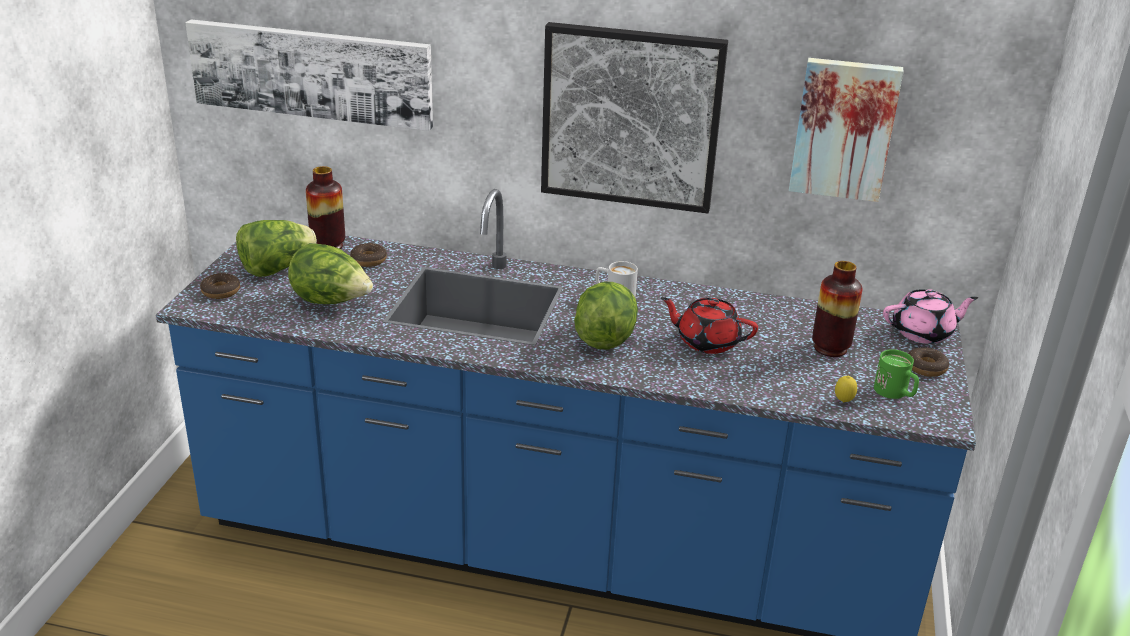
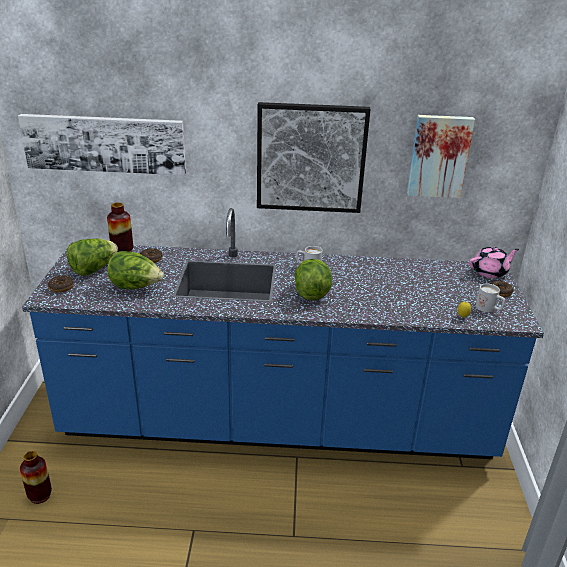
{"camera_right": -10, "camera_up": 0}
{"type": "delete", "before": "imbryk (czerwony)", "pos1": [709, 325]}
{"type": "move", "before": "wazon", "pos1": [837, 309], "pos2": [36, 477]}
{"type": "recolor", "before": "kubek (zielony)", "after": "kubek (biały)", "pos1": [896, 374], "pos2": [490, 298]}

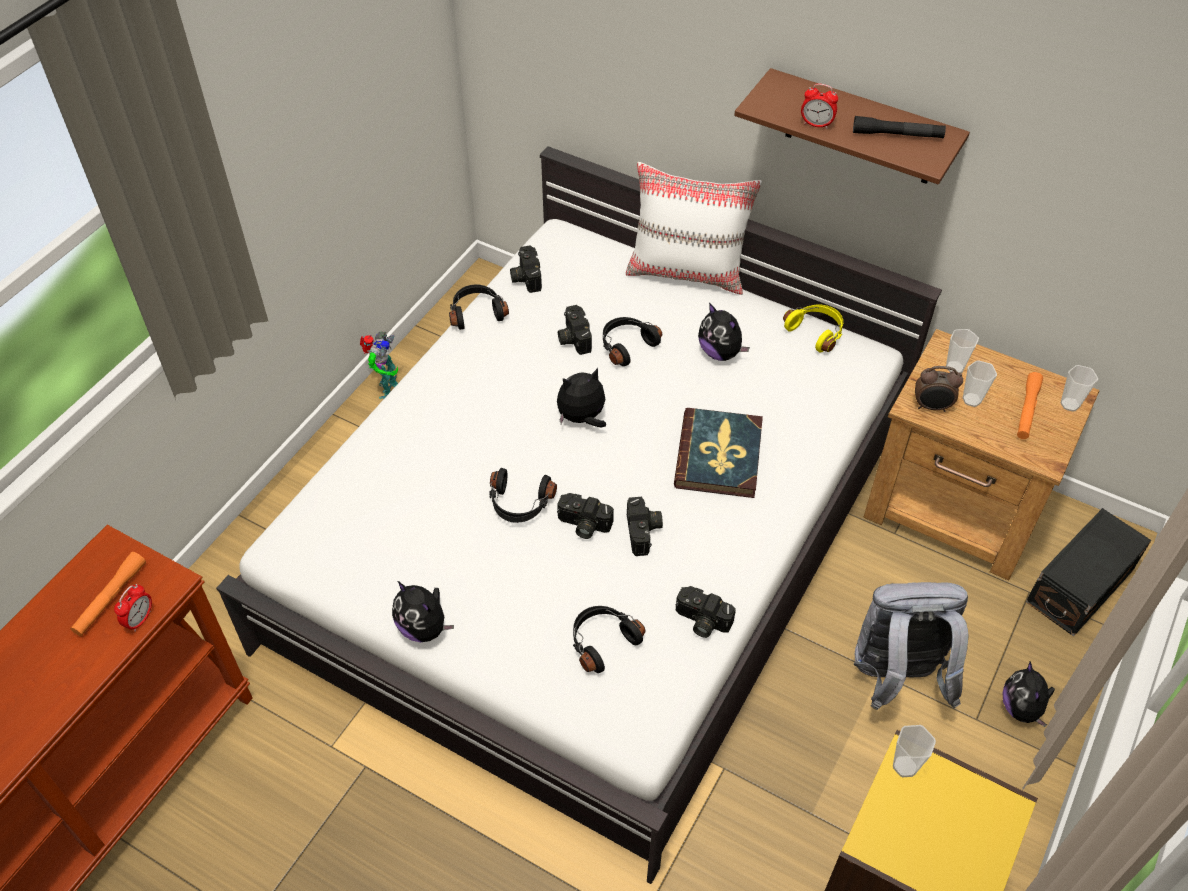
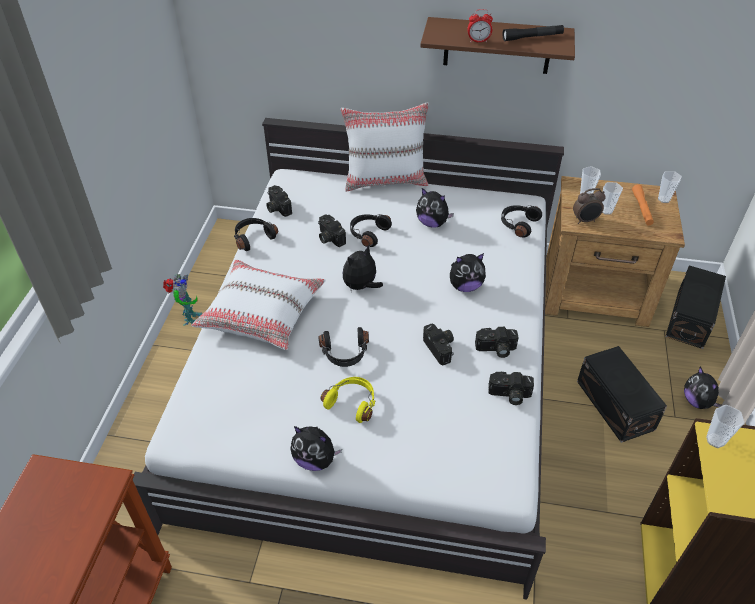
{"camera_right": -20, "camera_up": -5}
{"type": "delete", "before": "latarka (pomarańczowy)", "pos1": [108, 594]}
{"type": "delete", "before": "budzik", "pos1": [133, 608]}
{"type": "move", "before": "aparat fotograficzny", "pos1": [585, 516], "pos2": [497, 342]}
{"type": "move", "before": "słuchawki (czarny)", "pos1": [609, 639], "pos2": [521, 221]}
{"type": "replace", "before": "książka", "after": "pluszak", "pos1": [718, 453], "pos2": [468, 272]}
{"type": "move", "before": "słuchawki (żółty)", "pos1": [813, 329], "pos2": [347, 400]}
{"type": "replace", "before": "plecak (szary)", "after": "pojemnik do przechowywania (czarny)", "pos1": [911, 646], "pos2": [622, 394]}
{"type": "insert", "after": "poduszka (biały)", "pos2": [258, 304]}

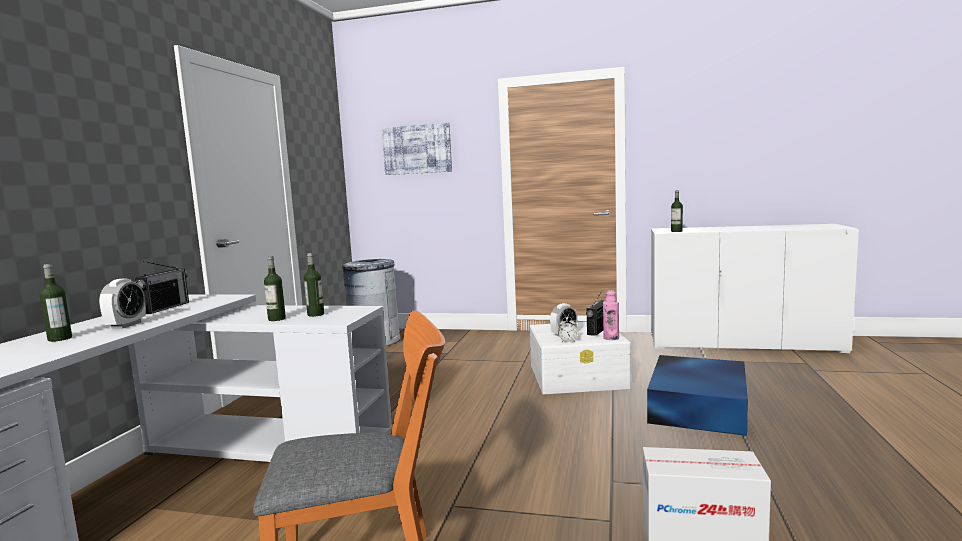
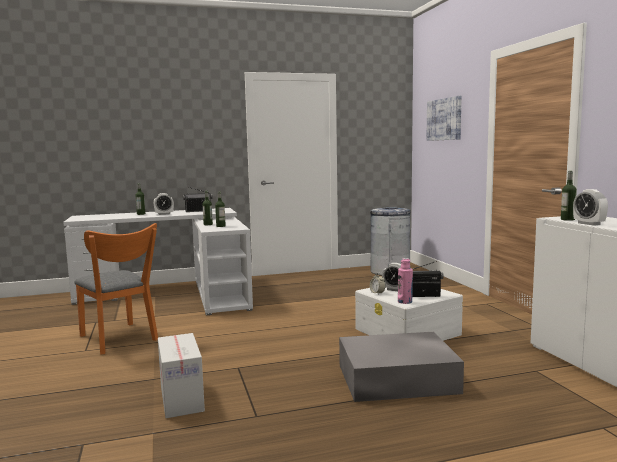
{"camera_right": 60, "camera_up": 0}
{"type": "recolor", "before": "pojemnik do przechowywania (niebieski)", "after": "pojemnik do przechowywania (szary)", "pos1": [697, 395], "pos2": [401, 367]}
{"type": "insert", "after": "budzik", "pos2": [590, 207]}

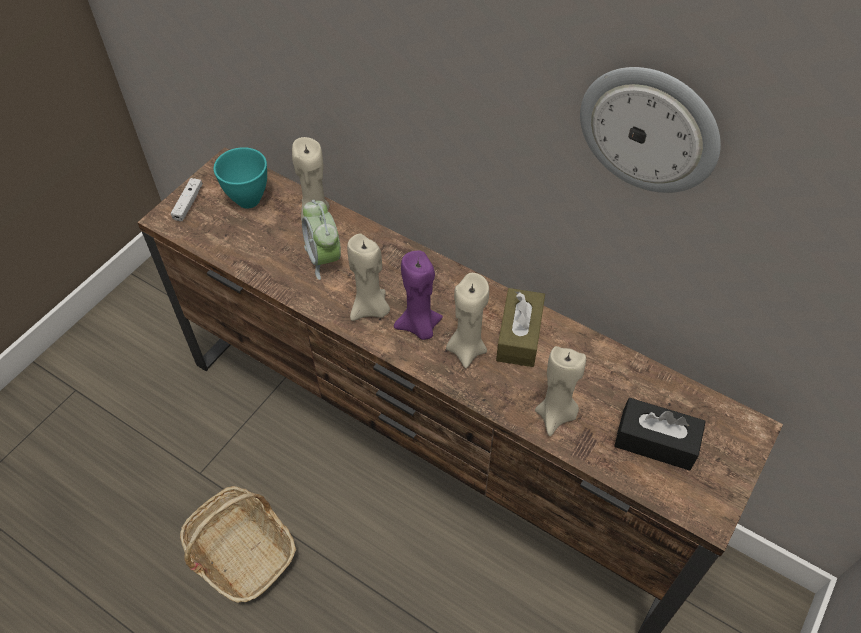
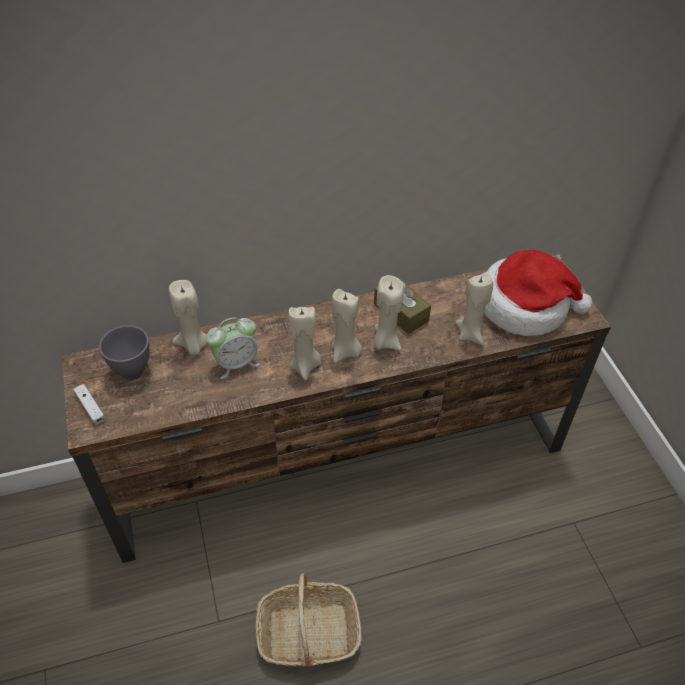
{"camera_right": -50, "camera_up": -5}
{"type": "recolor", "before": "miska (turkusowy)", "after": "miska (szary)", "pos1": [240, 178], "pos2": [124, 352]}
{"type": "rotate", "before": "budzik", "pos1": [321, 240], "pos2": [233, 348], "turn": -45}
{"type": "recolor", "before": "świeca (fioletowy)", "after": "świeca (beżowy)", "pos1": [418, 295], "pos2": [346, 326]}
{"type": "delete", "before": "zegar ścienny", "pos1": [650, 130]}
{"type": "replace", "before": "pudełko chusteczek (czarny)", "after": "kapelusz", "pos1": [660, 434], "pos2": [538, 293]}

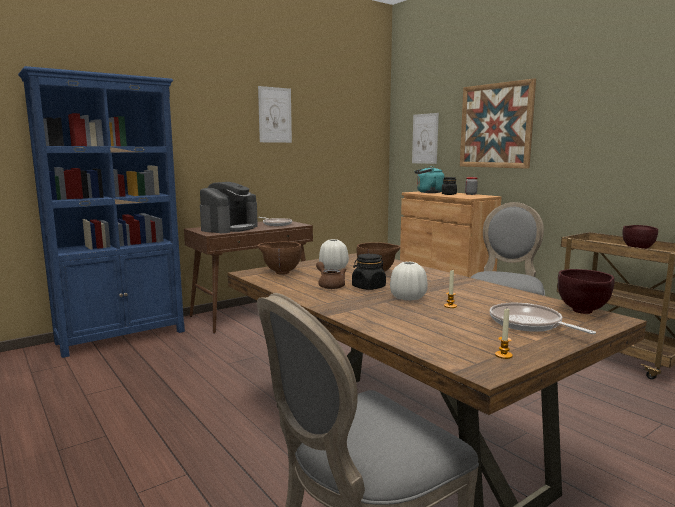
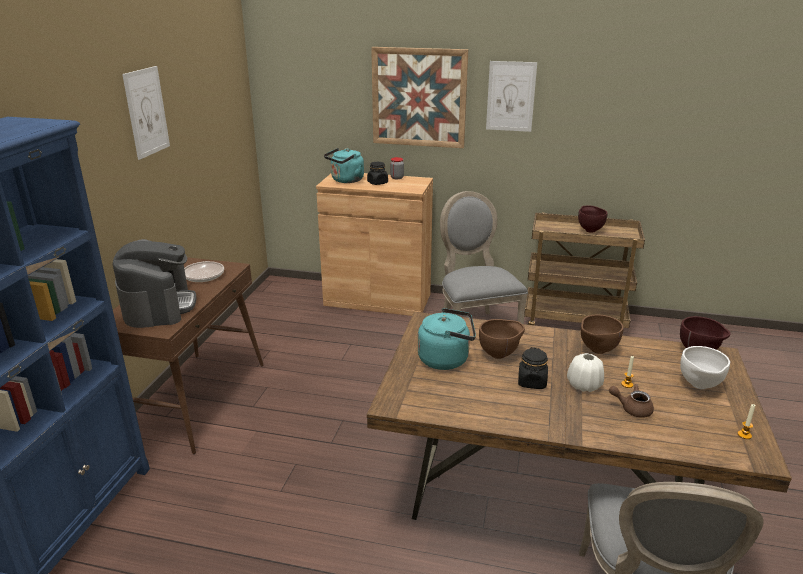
{"camera_right": -40, "camera_up": 15}
{"type": "move", "before": "miska (brązowy)", "pos1": [279, 258], "pos2": [602, 334]}
{"type": "move", "before": "imbryk (brązowy)", "pos1": [331, 275], "pos2": [631, 401]}
{"type": "replace", "before": "wazon (biały)", "after": "czajnik (turkusowy)", "pos1": [334, 254], "pos2": [447, 339]}
{"type": "move", "before": "obraz", "pos1": [425, 138], "pos2": [511, 96]}
{"type": "replace", "before": "patelnia", "after": "miska (biały)", "pos1": [543, 318], "pos2": [705, 367]}

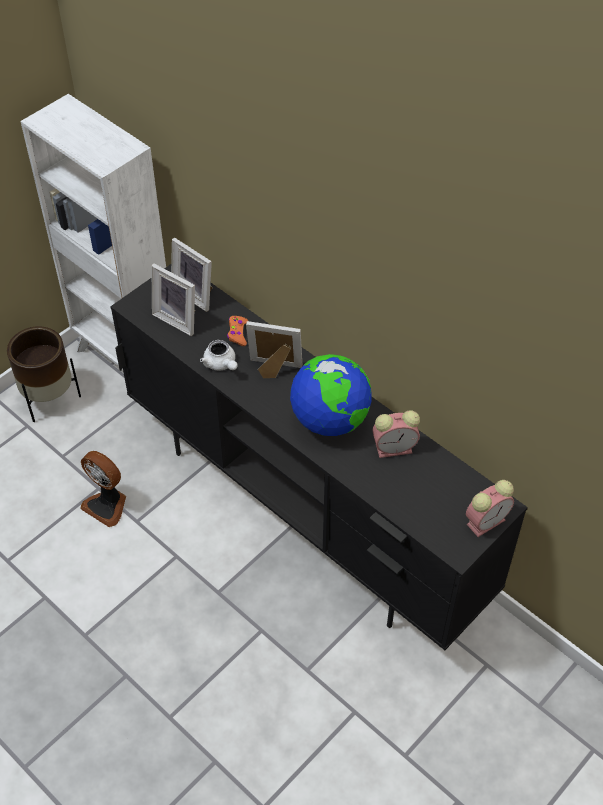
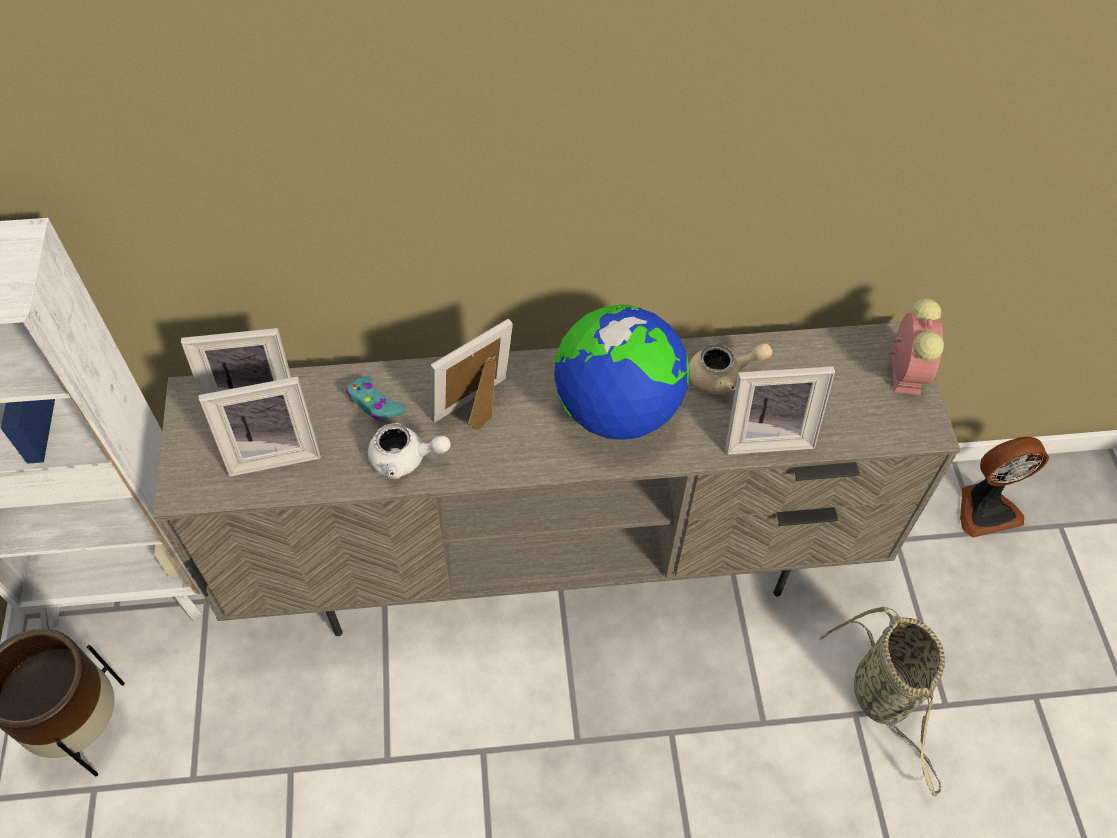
{"camera_right": -50, "camera_up": 5}
{"type": "move", "before": "wentylator", "pos1": [103, 489], "pos2": [1004, 487]}
{"type": "recolor", "before": "szafka pod telewizor (czarny)", "after": "szafka pod telewizor (beżowy)", "pos1": [318, 457], "pos2": [556, 479]}
{"type": "recolor", "before": "pad do gier (pomarańczowy)", "after": "pad do gier (turkusowy)", "pos1": [238, 331], "pos2": [376, 398]}
{"type": "replace", "before": "budzik", "after": "imbryk (beżowy)", "pos1": [396, 434], "pos2": [730, 369]}
{"type": "insert", "after": "ramka na zdjęcie", "pos2": [780, 410]}
{"type": "insert", "after": "koszyk", "pos2": [882, 702]}

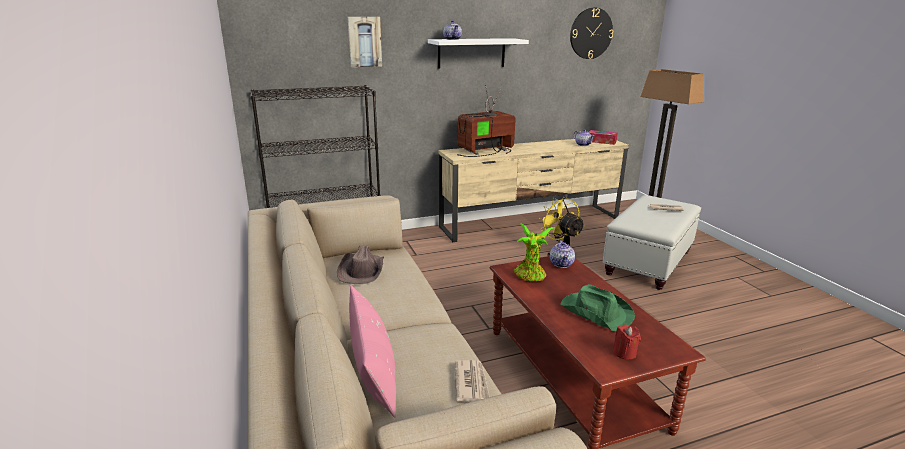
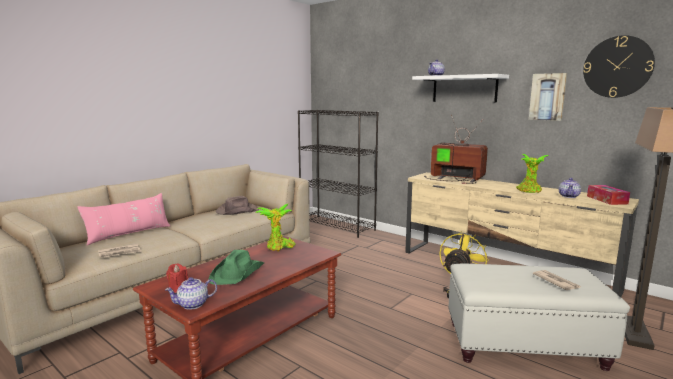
{"camera_right": 60, "camera_up": -10}
{"type": "move", "before": "obraz", "pos1": [365, 42], "pos2": [548, 97]}
{"type": "move", "before": "imbryk", "pos1": [562, 254], "pos2": [191, 293]}
{"type": "insert", "after": "roślina doniczkowa", "pos2": [532, 173]}

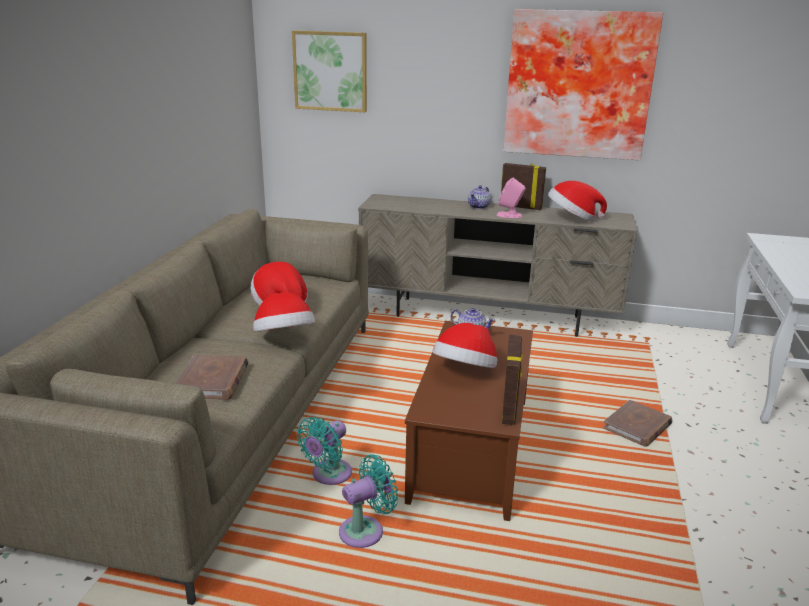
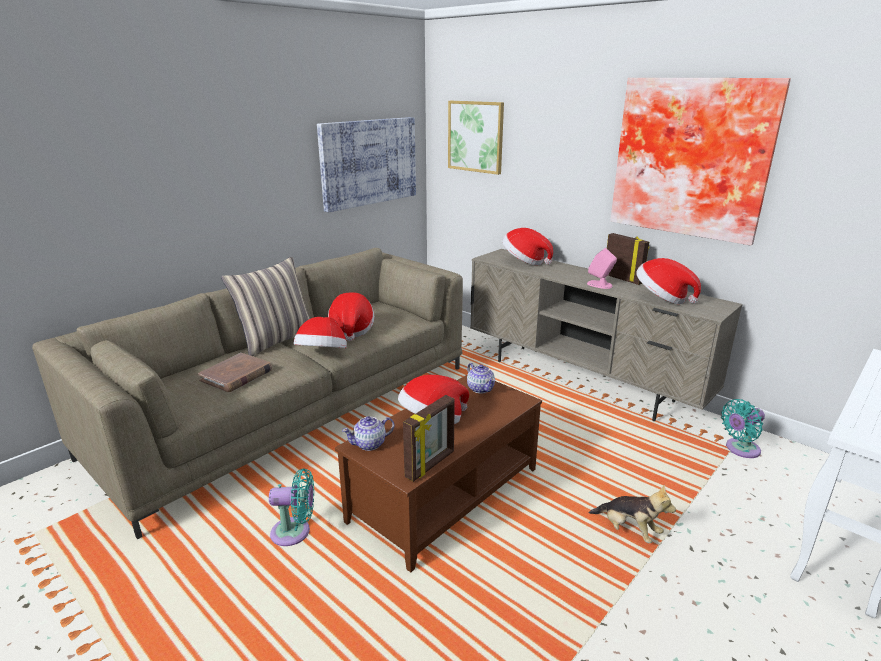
{"camera_right": 30, "camera_up": 0}
{"type": "move", "before": "wentylator (turkusowy)", "pos1": [324, 451], "pos2": [743, 428]}
{"type": "move", "before": "imbryk", "pos1": [479, 197], "pos2": [368, 433]}
{"type": "replace", "before": "książka (brązowy)", "after": "pluszak", "pos1": [638, 423], "pos2": [632, 514]}
{"type": "insert", "after": "poduszka", "pos2": [265, 306]}
{"type": "insert", "after": "obraz", "pos2": [366, 164]}
{"type": "insert", "after": "kapelusz", "pos2": [527, 246]}

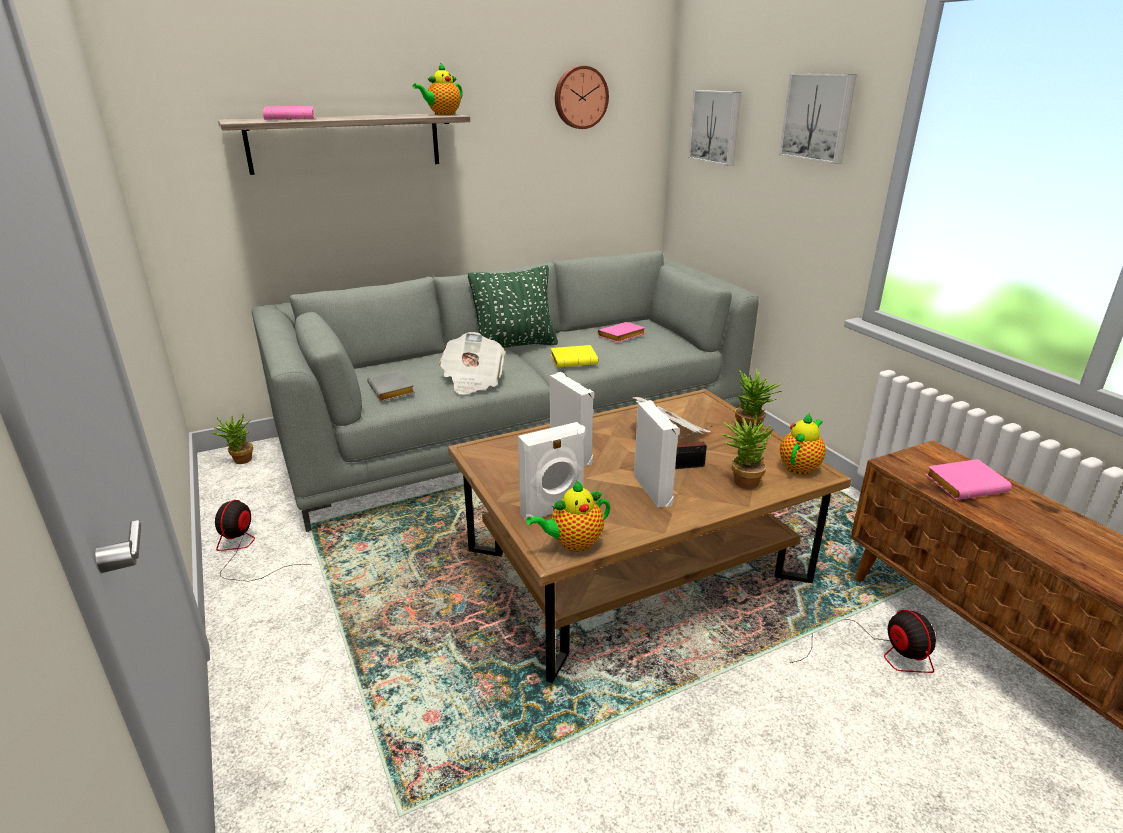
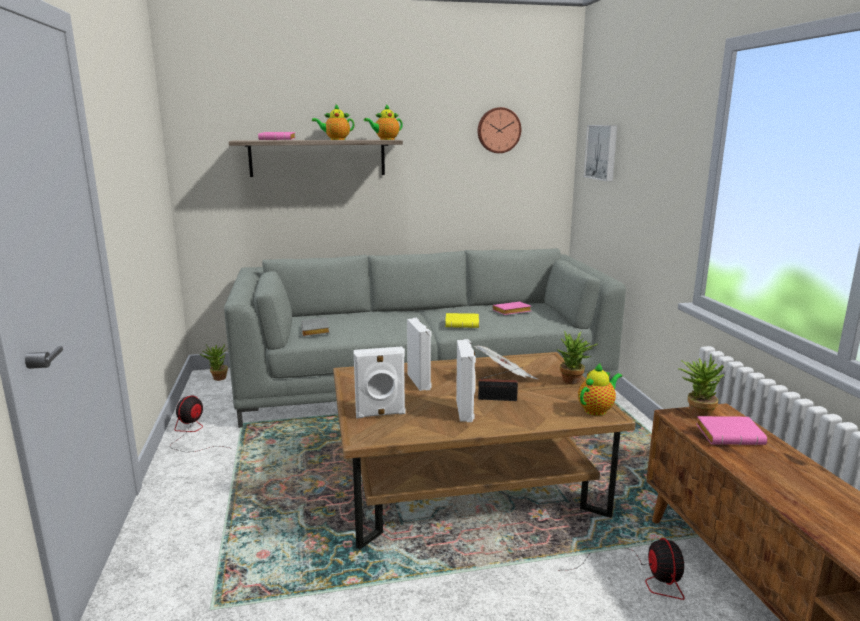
{"camera_right": 15, "camera_up": -10}
{"type": "delete", "before": "gazeta", "pos1": [472, 363]}
{"type": "delete", "before": "poduszka (zielony)", "pos1": [513, 306]}
{"type": "move", "before": "imbryk", "pos1": [568, 516], "pos2": [333, 122]}
{"type": "move", "before": "roślina doniczkowa", "pos1": [747, 450], "pos2": [701, 386]}
{"type": "delete", "before": "obraz", "pos1": [818, 119]}

